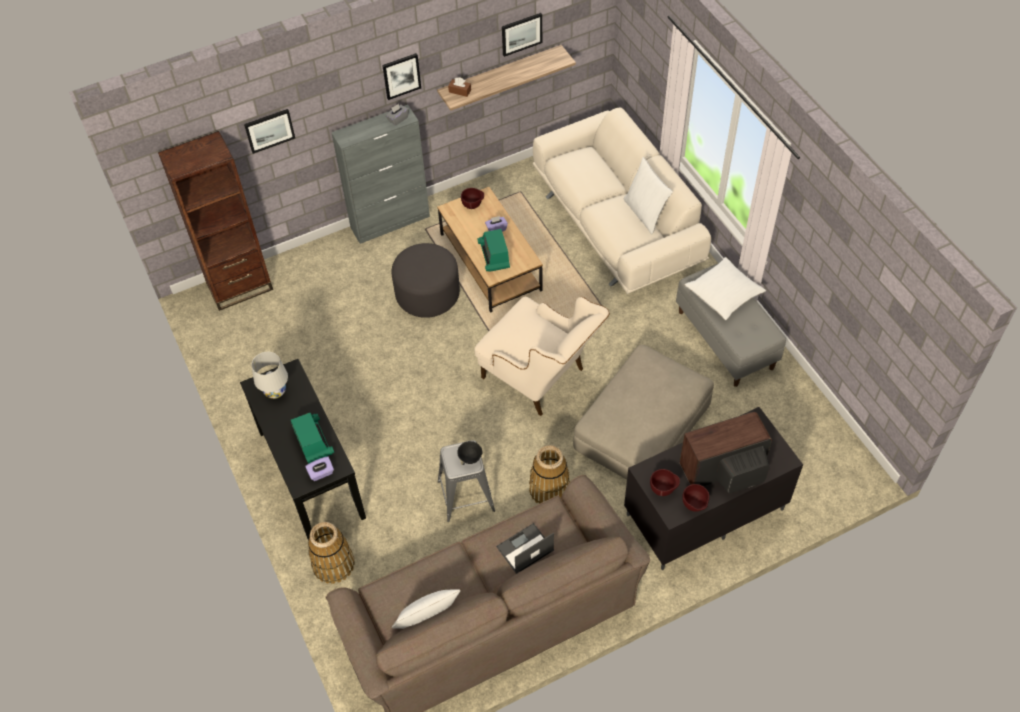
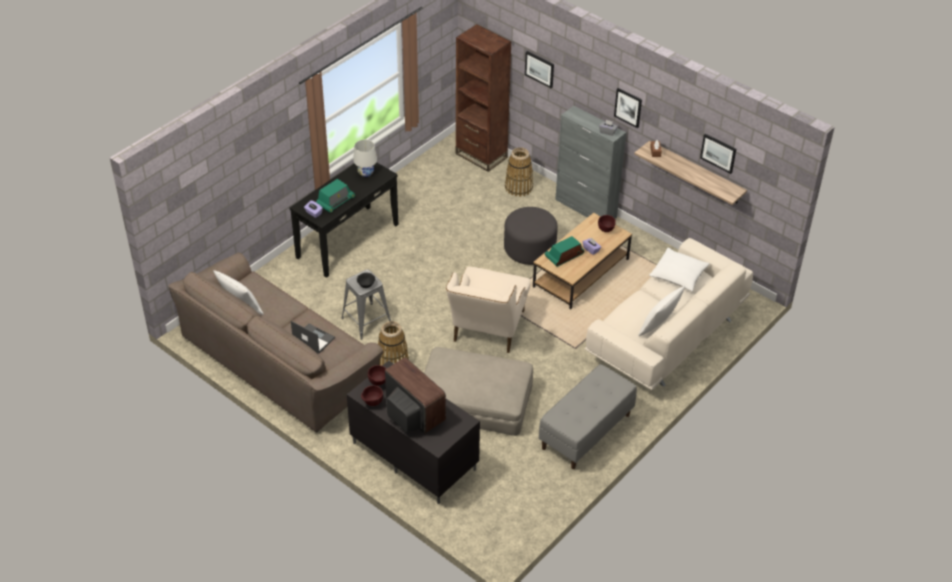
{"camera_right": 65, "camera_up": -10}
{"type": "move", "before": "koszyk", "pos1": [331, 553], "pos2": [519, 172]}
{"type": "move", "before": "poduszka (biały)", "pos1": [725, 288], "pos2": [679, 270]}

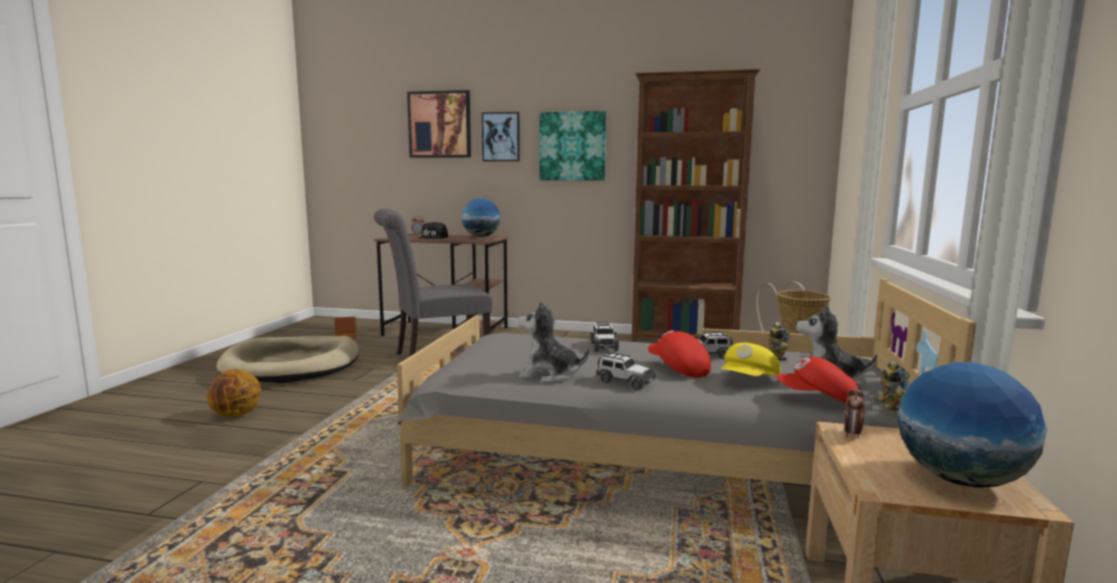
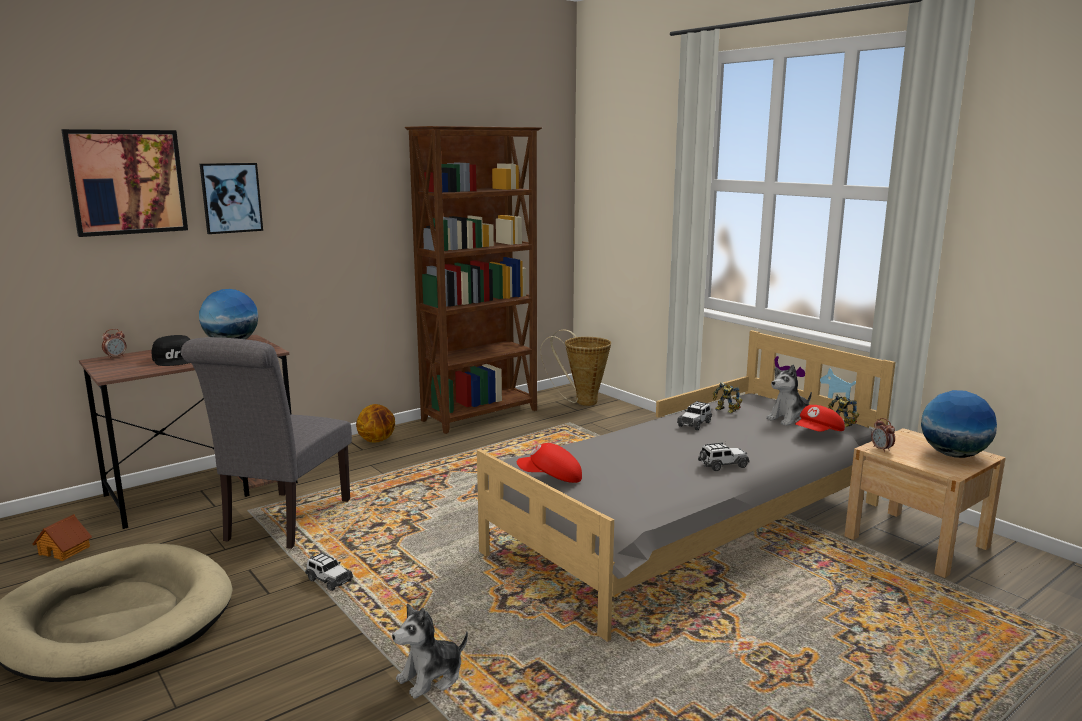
{"camera_right": -50, "camera_up": 5}
{"type": "move", "before": "piłka do koszykówki", "pos1": [234, 393], "pos2": [375, 423]}
{"type": "move", "before": "pluszak", "pos1": [553, 341], "pos2": [430, 651]}
{"type": "delete", "before": "obraz", "pos1": [572, 146]}
{"type": "move", "before": "samochodzik", "pos1": [605, 337], "pos2": [329, 571]}
{"type": "move", "before": "czapka z daszkiem (czerwony)", "pos1": [679, 354], "pos2": [549, 463]}
{"type": "delete", "before": "czapka z daszkiem (żółty)", "pos1": [751, 359]}

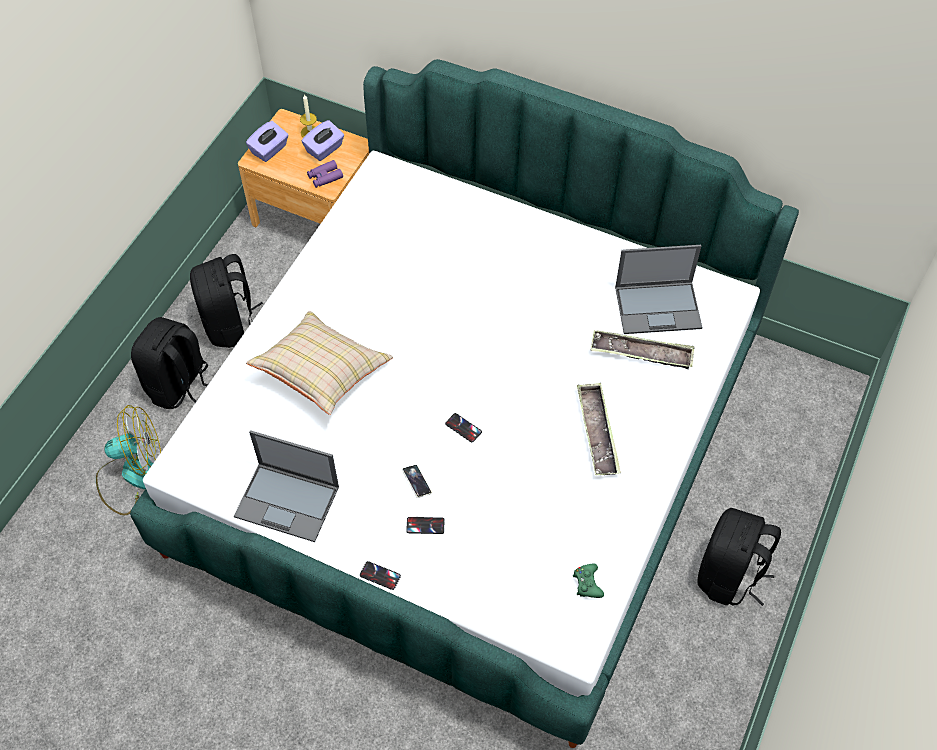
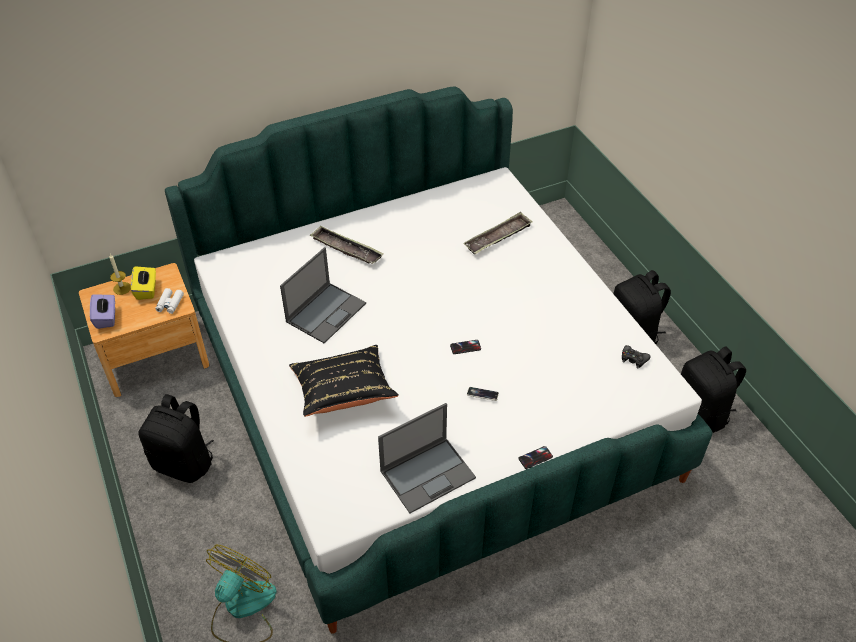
{"camera_right": -50, "camera_up": -10}
{"type": "move", "before": "plecak (czarny)", "pos1": [169, 363], "pos2": [713, 389]}
{"type": "recolor", "before": "poduszka (beżowy)", "after": "poduszka (czarny)", "pos1": [319, 363], "pos2": [344, 381]}
{"type": "recolor", "before": "pudełko chusteczek (fioletowy)", "after": "pudełko chusteczek (żółty)", "pos1": [323, 140], "pos2": [143, 283]}
{"type": "recolor", "before": "lornetka (fioletowy)", "after": "lornetka (biały)", "pos1": [325, 174], "pos2": [169, 301]}
{"type": "delete", "before": "telefon", "pos1": [425, 525]}
{"type": "recolor", "before": "pad do gier (zielony)", "after": "pad do gier (czarny)", "pos1": [588, 581], "pos2": [636, 356]}
{"type": "move", "before": "taca", "pos1": [599, 429], "pos2": [347, 245]}
{"type": "move", "before": "laptop", "pos1": [659, 289], "pos2": [323, 295]}

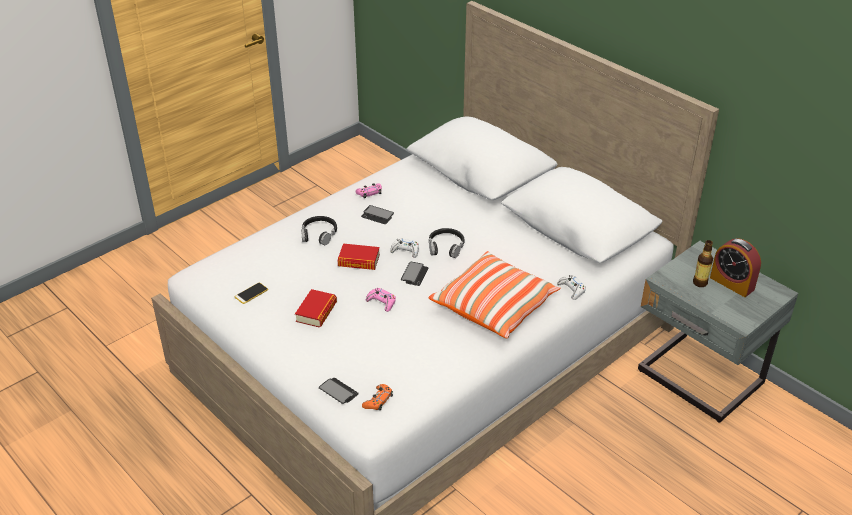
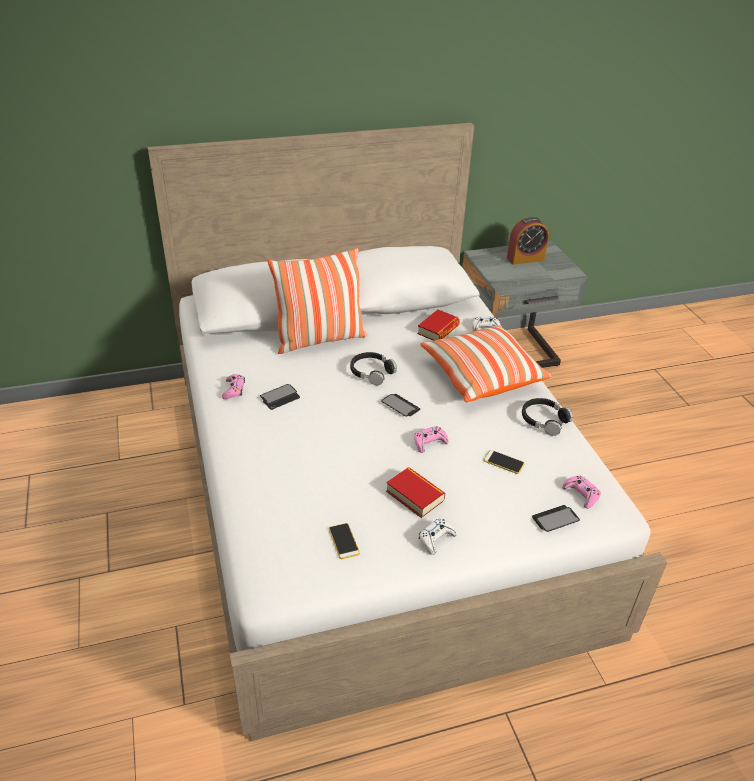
{"camera_right": -65, "camera_up": 0}
{"type": "move", "before": "słuchawki (czarny)", "pos1": [319, 230], "pos2": [547, 417]}
{"type": "move", "before": "książka", "pos1": [359, 257], "pos2": [438, 325]}
{"type": "recolor", "before": "pad do gier (pomarańczowy)", "after": "pad do gier (różowy)", "pos1": [377, 397], "pos2": [581, 492]}
{"type": "move", "before": "pad do gier (biały)", "pos1": [404, 248], "pos2": [437, 536]}
{"type": "delete", "before": "butelka", "pos1": [703, 263]}
{"type": "insert", "after": "poduszka", "pos2": [317, 301]}
{"type": "insert", "after": "telefon", "pos2": [504, 462]}

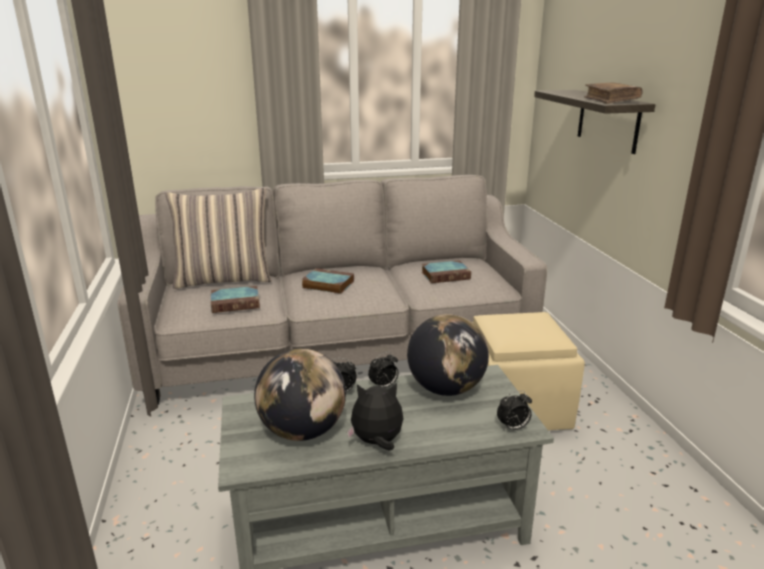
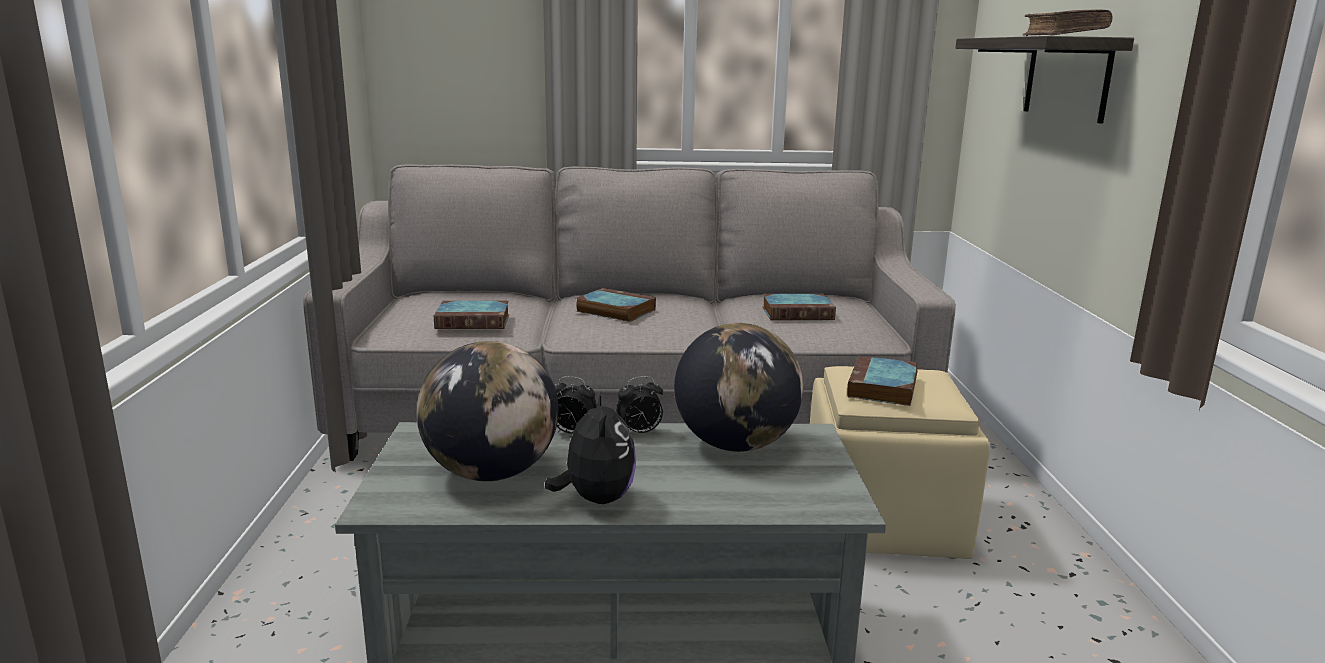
{"camera_right": 10, "camera_up": -5}
{"type": "delete", "before": "poduszka", "pos1": [218, 238]}
{"type": "rotate", "before": "pluszak", "pos1": [375, 416], "pos2": [590, 447], "turn": 75}
{"type": "delete", "before": "budzik", "pos1": [514, 411]}
{"type": "insert", "after": "książka", "pos2": [882, 380]}

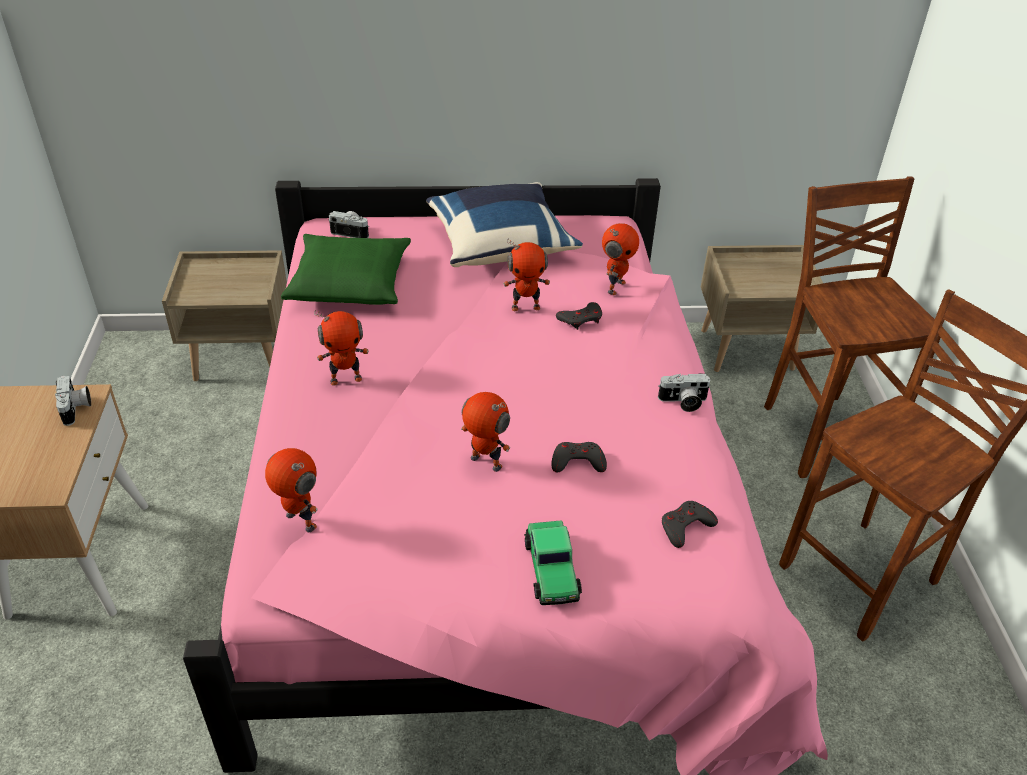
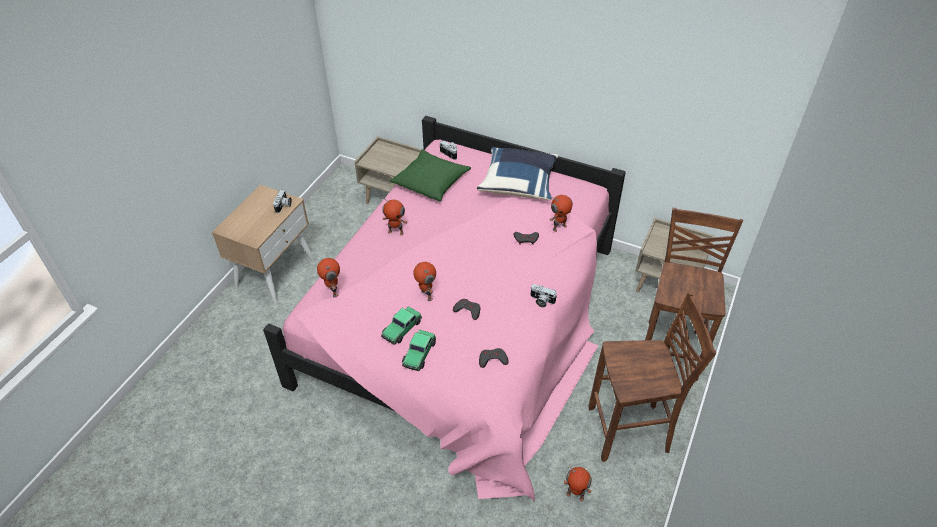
{"camera_right": 30, "camera_up": 5}
{"type": "move", "before": "robot zabawkowy", "pos1": [526, 274], "pos2": [577, 483]}
{"type": "insert", "after": "samochodzik", "pos2": [401, 325]}

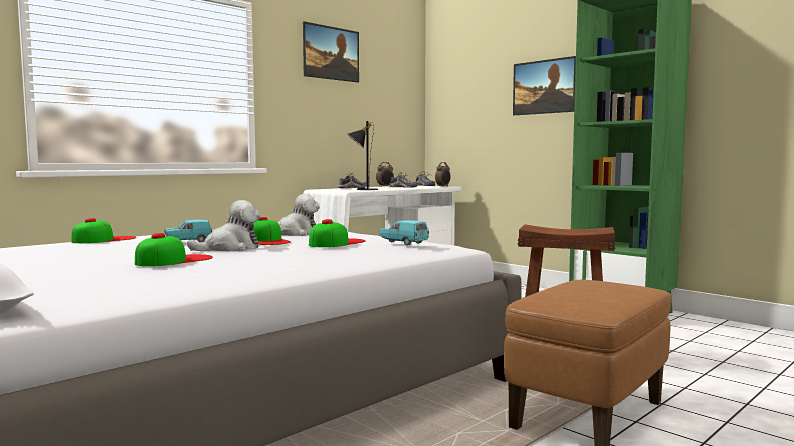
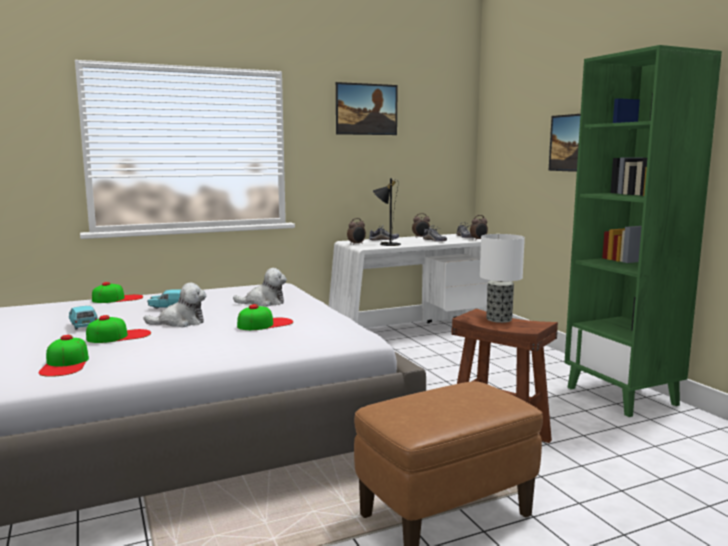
{"camera_right": 20, "camera_up": 5}
{"type": "move", "before": "czapka z daszkiem", "pos1": [272, 231], "pos2": [63, 356]}
{"type": "move", "before": "samochodzik (turkusowy)", "pos1": [404, 233], "pos2": [83, 318]}
{"type": "insert", "after": "budzik", "pos2": [356, 231]}
{"type": "insert", "after": "lampa stołowa", "pos2": [502, 278]}

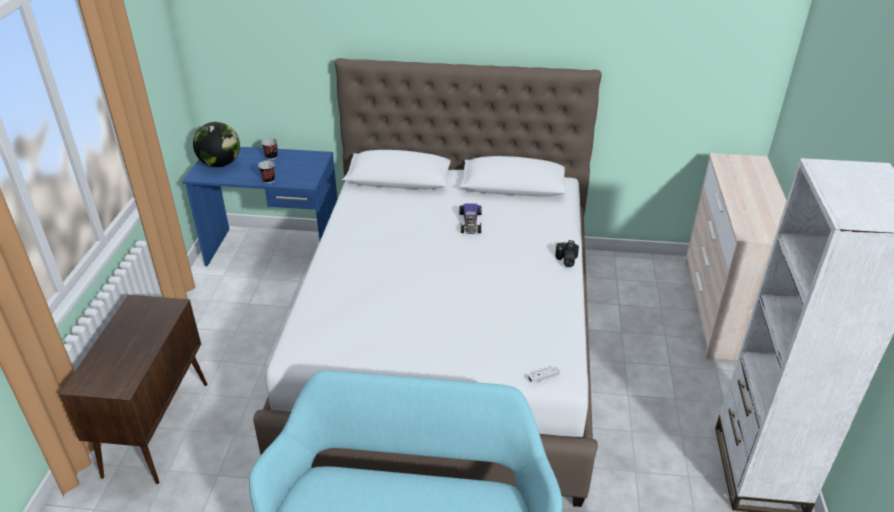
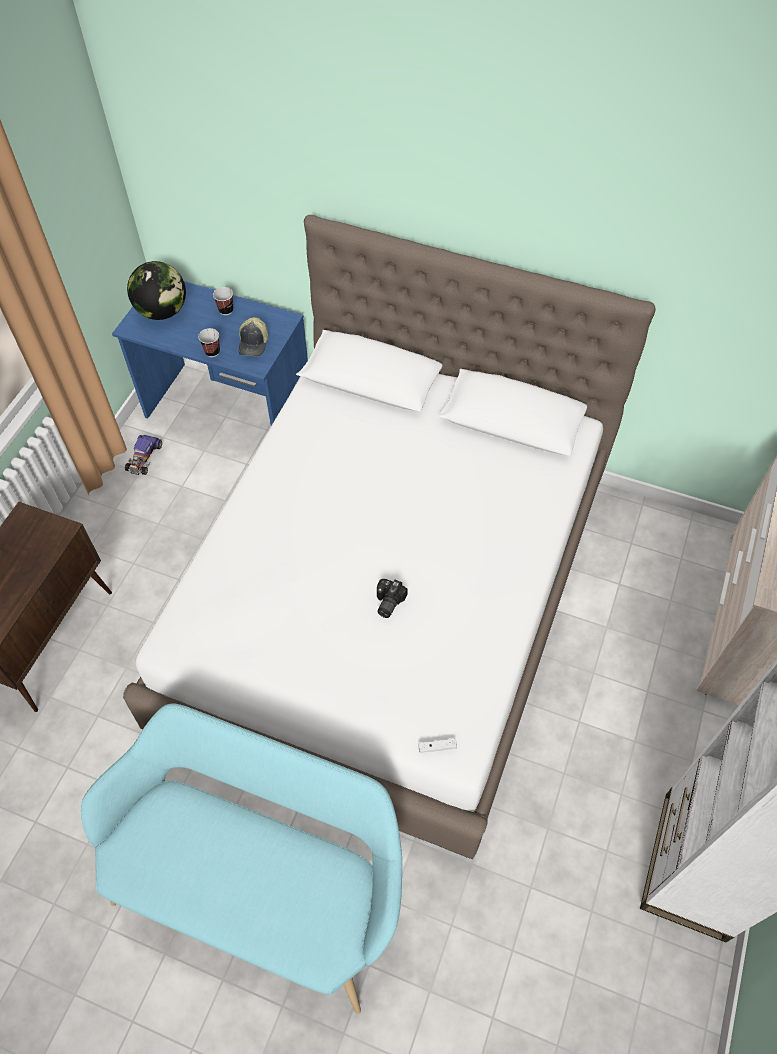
{"camera_right": 15, "camera_up": 20}
{"type": "move", "before": "samochodzik", "pos1": [470, 219], "pos2": [143, 455]}
{"type": "move", "before": "aparat fotograficzny", "pos1": [567, 253], "pos2": [392, 598]}
{"type": "insert", "after": "czapka z daszkiem", "pos2": [253, 336]}

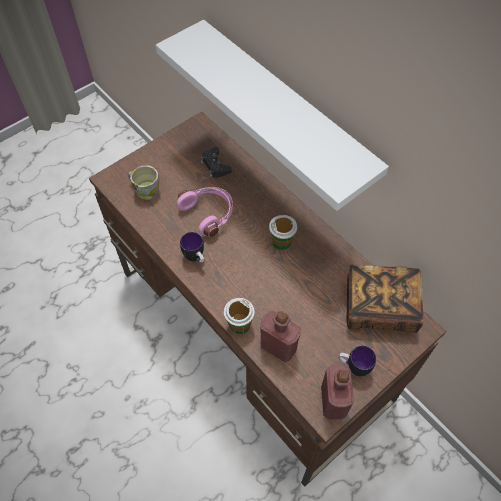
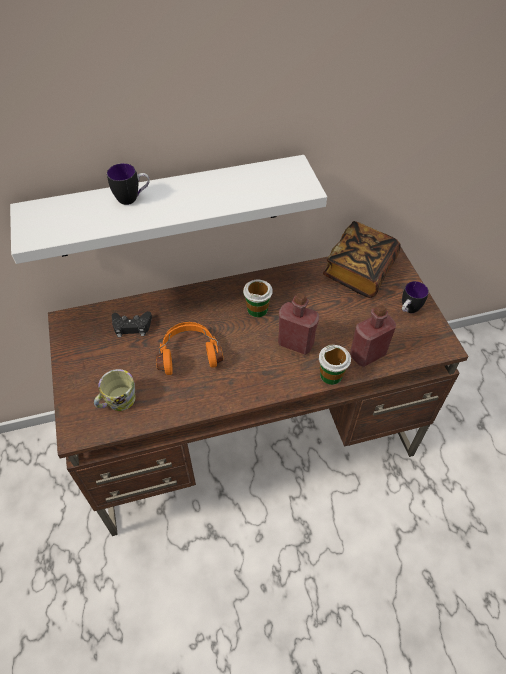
{"camera_right": -65, "camera_up": -5}
{"type": "recolor", "before": "słuchawki (różowy)", "after": "słuchawki (pomarańczowy)", "pos1": [205, 212], "pos2": [189, 348]}
{"type": "move", "before": "kubek", "pos1": [192, 247], "pos2": [128, 184]}
{"type": "move", "before": "butelka (czerwony)", "pos1": [337, 392], "pos2": [298, 324]}

